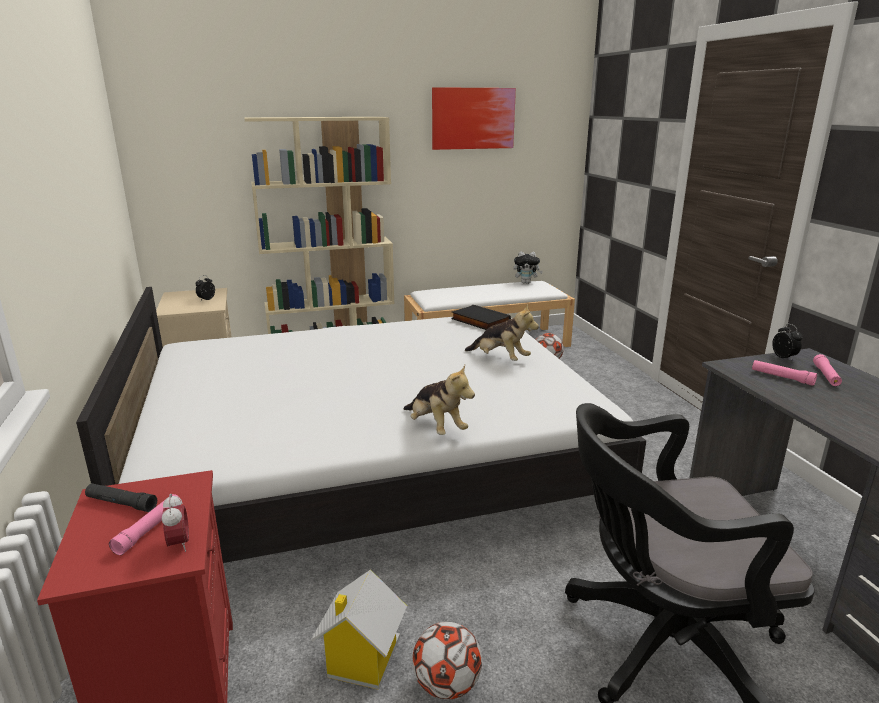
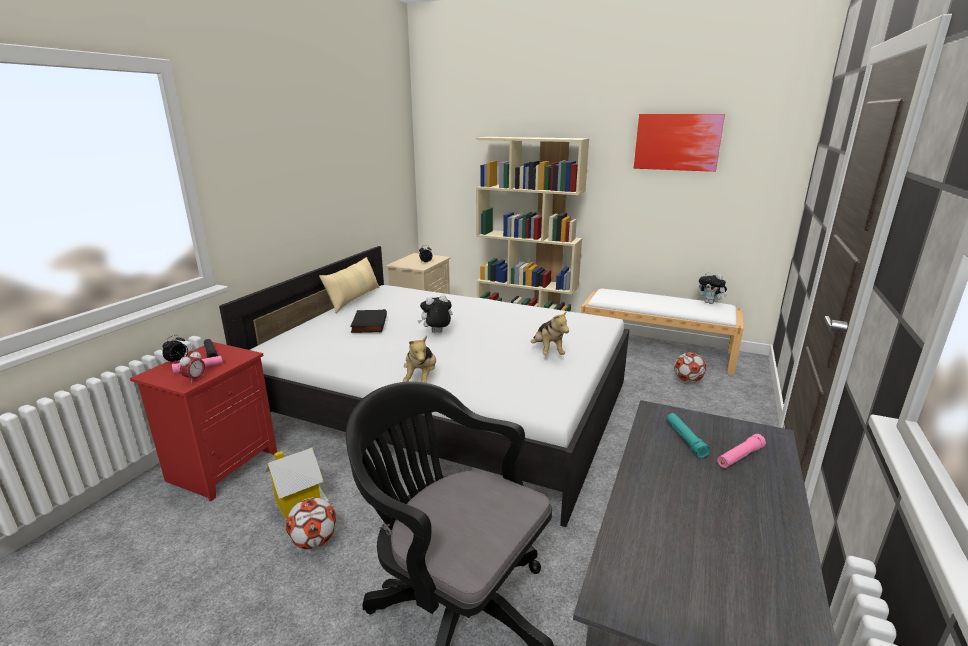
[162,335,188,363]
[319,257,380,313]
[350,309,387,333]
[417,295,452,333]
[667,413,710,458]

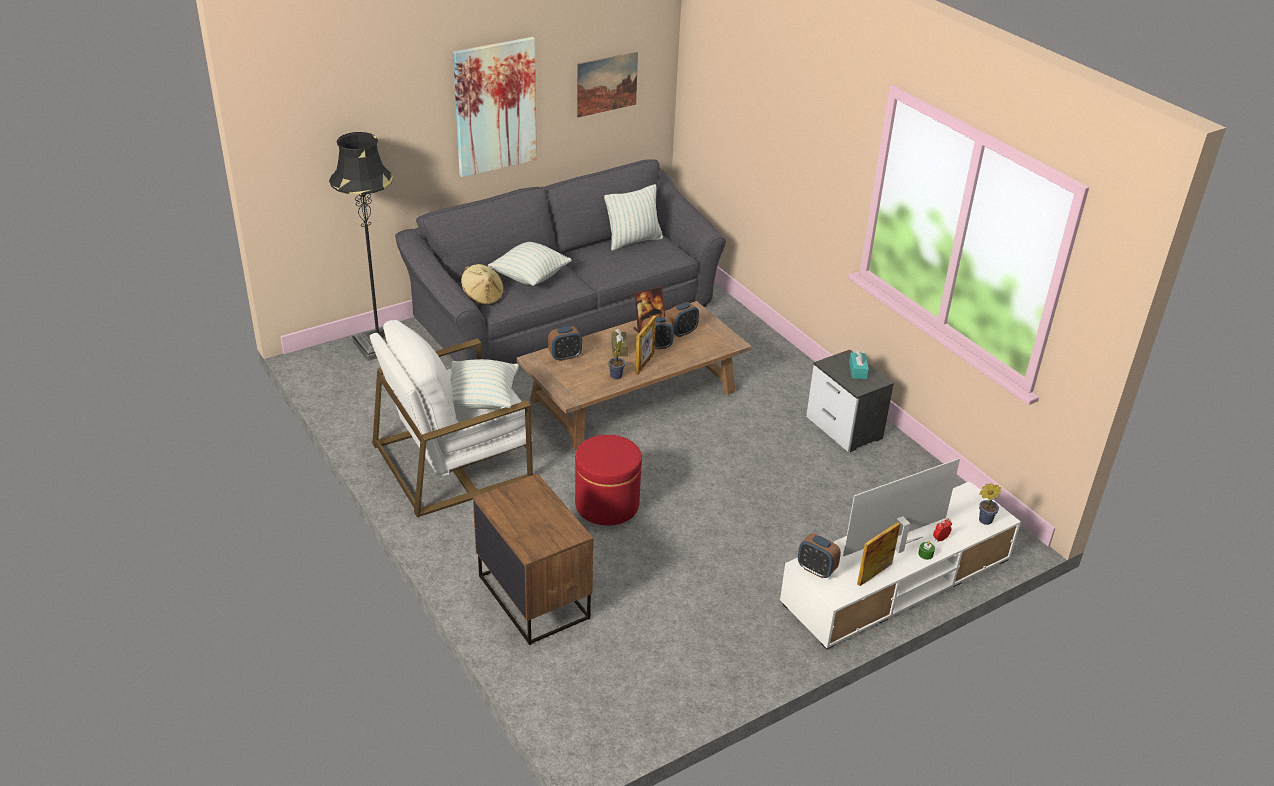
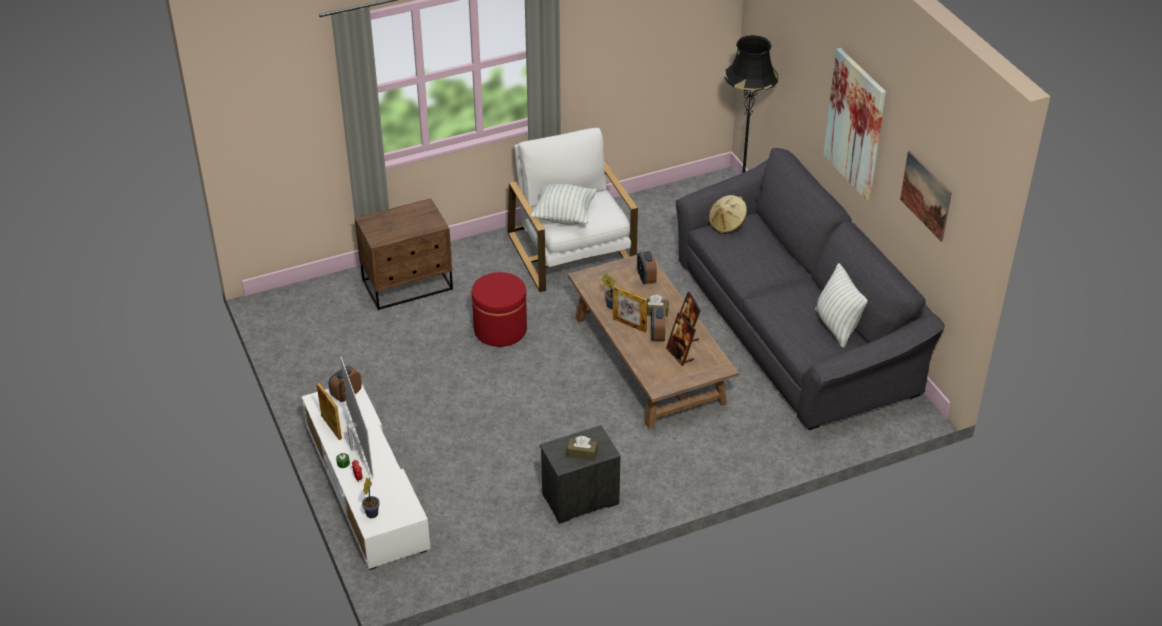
[567,436,598,461]
[666,312,696,366]
[488,242,572,286] (first image)

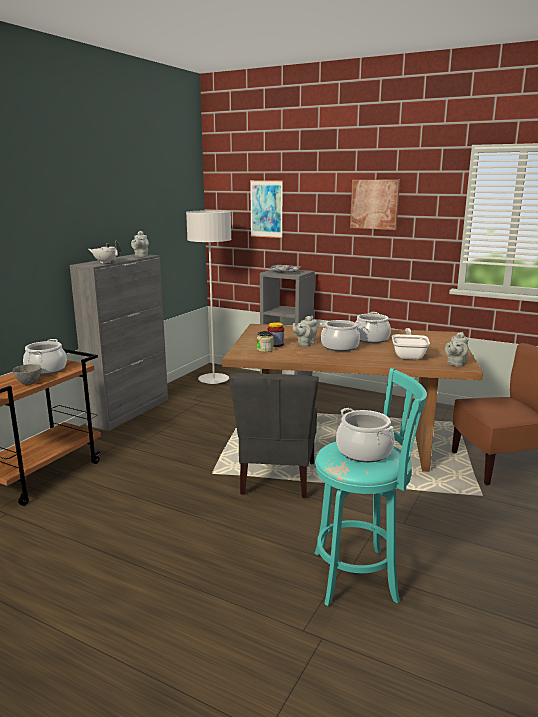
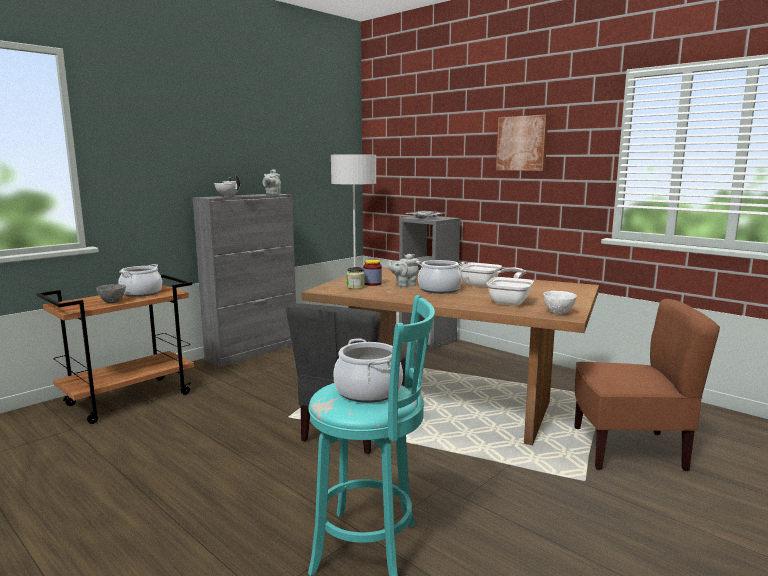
[459,263,526,287]
[543,291,577,314]
[250,180,283,238] (first image)

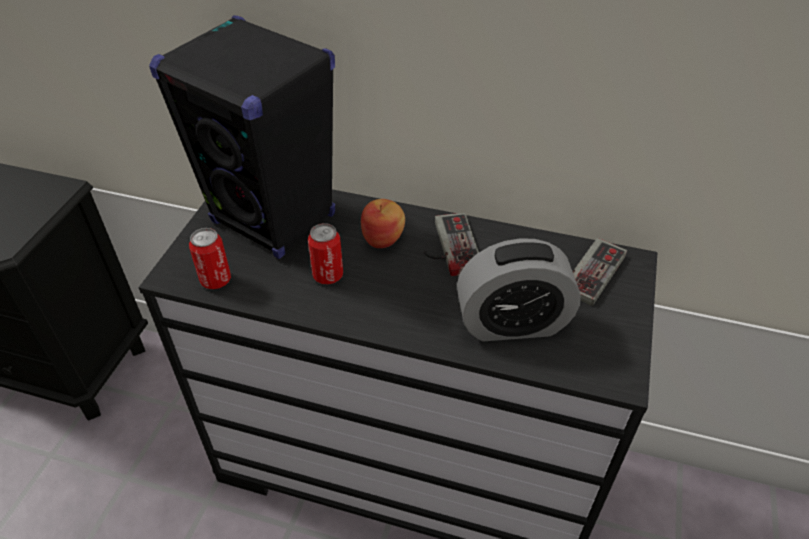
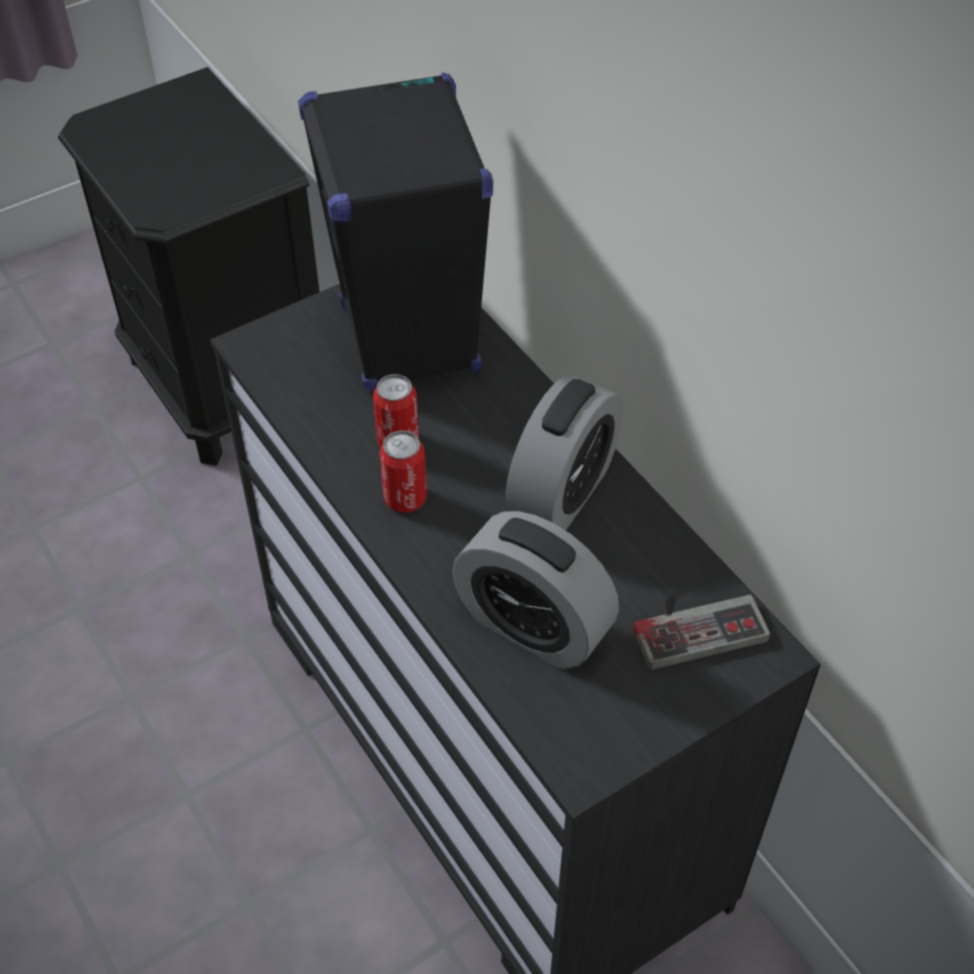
[380,431,427,513]
[506,375,624,531]
[361,199,405,248] (first image)

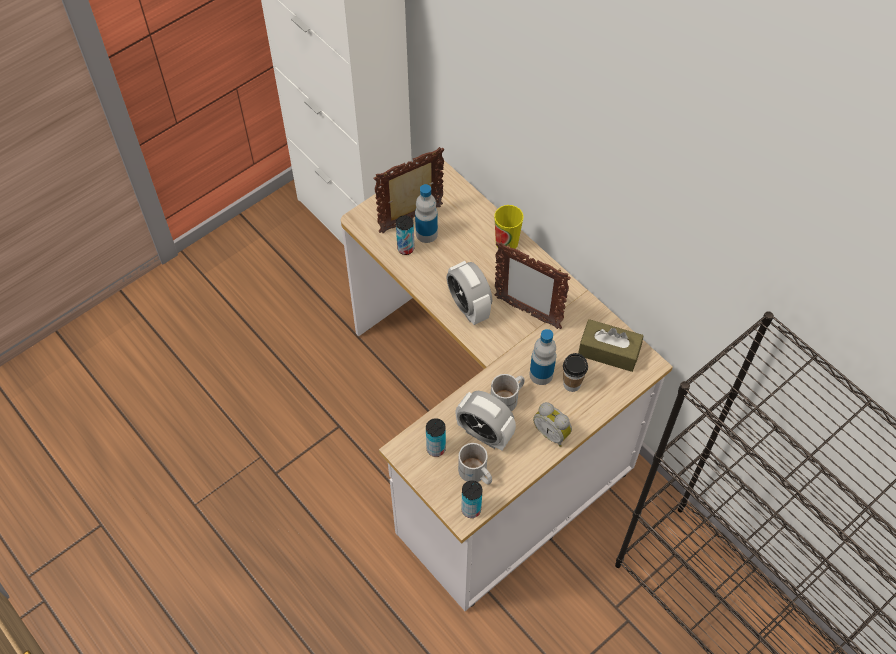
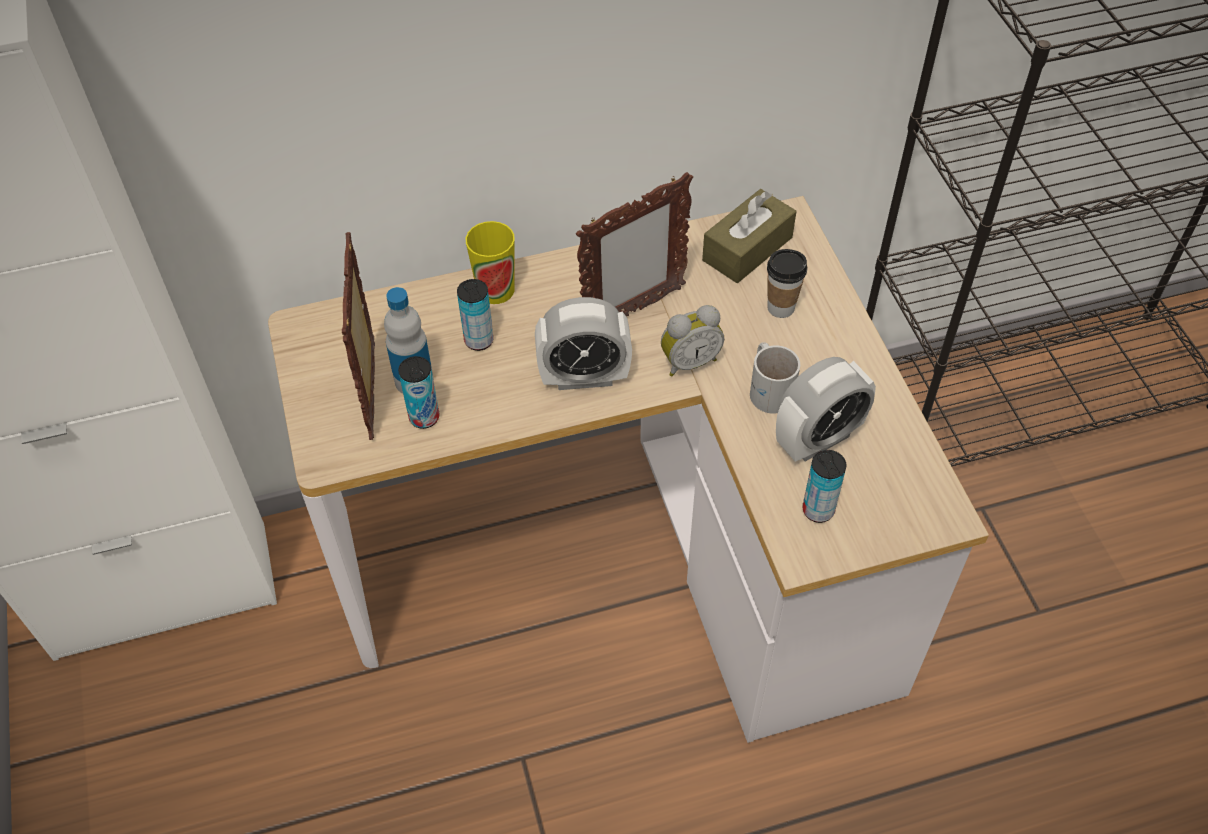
[457,279,494,351]
[661,305,724,376]
[458,443,492,485] (first image)
[529,329,556,385] (first image)

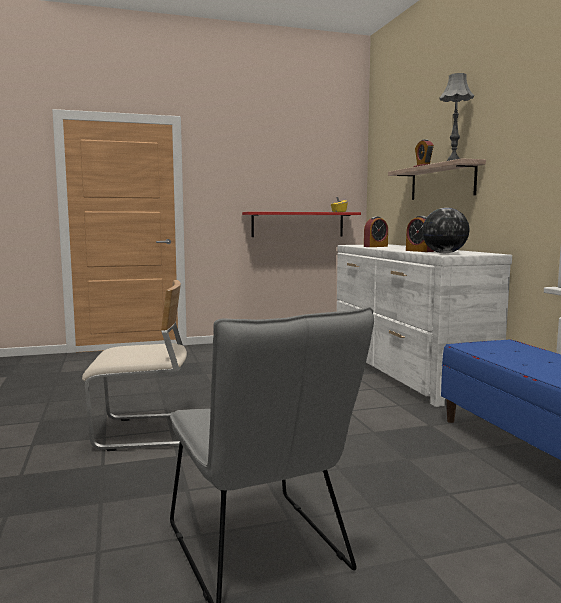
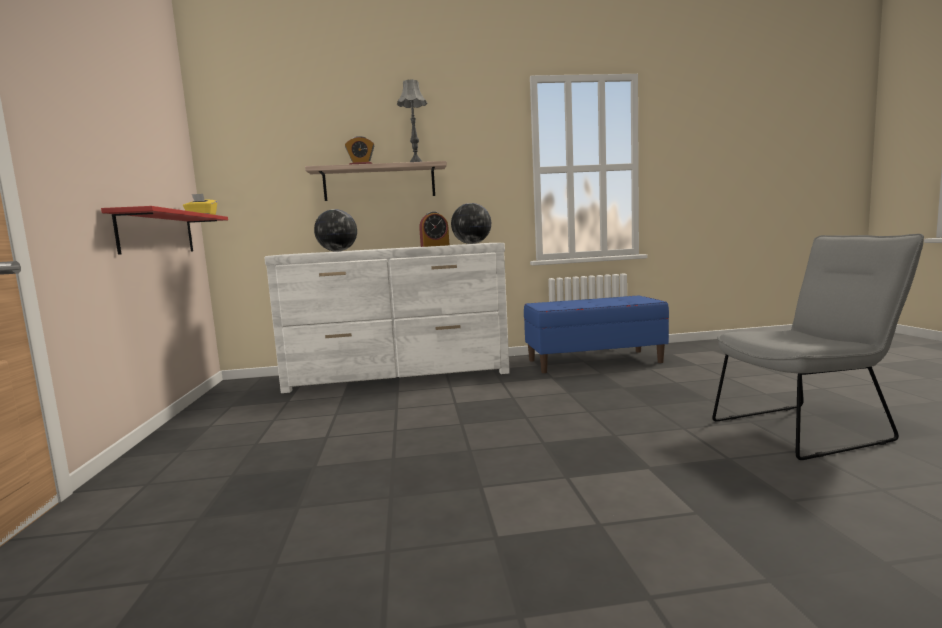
[314,209,357,252]
[82,280,187,451] (first image)

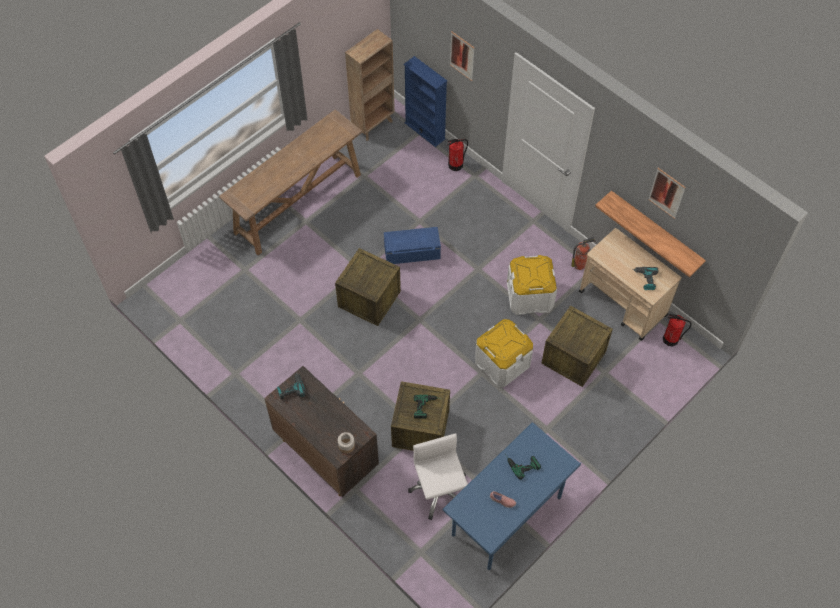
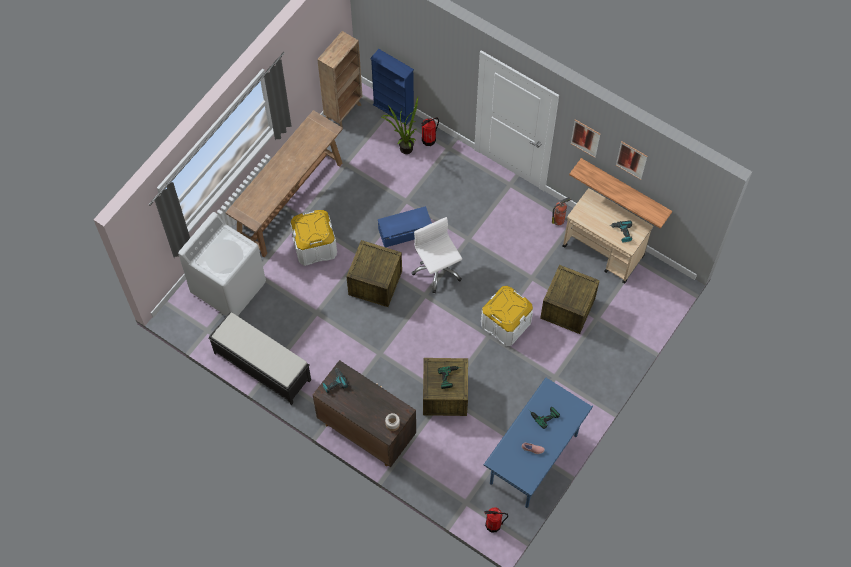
[178,212,266,316]
[208,313,311,405]
[290,210,337,266]
[382,97,418,154]
[412,217,462,293]
[485,508,508,532]
[571,119,600,158]

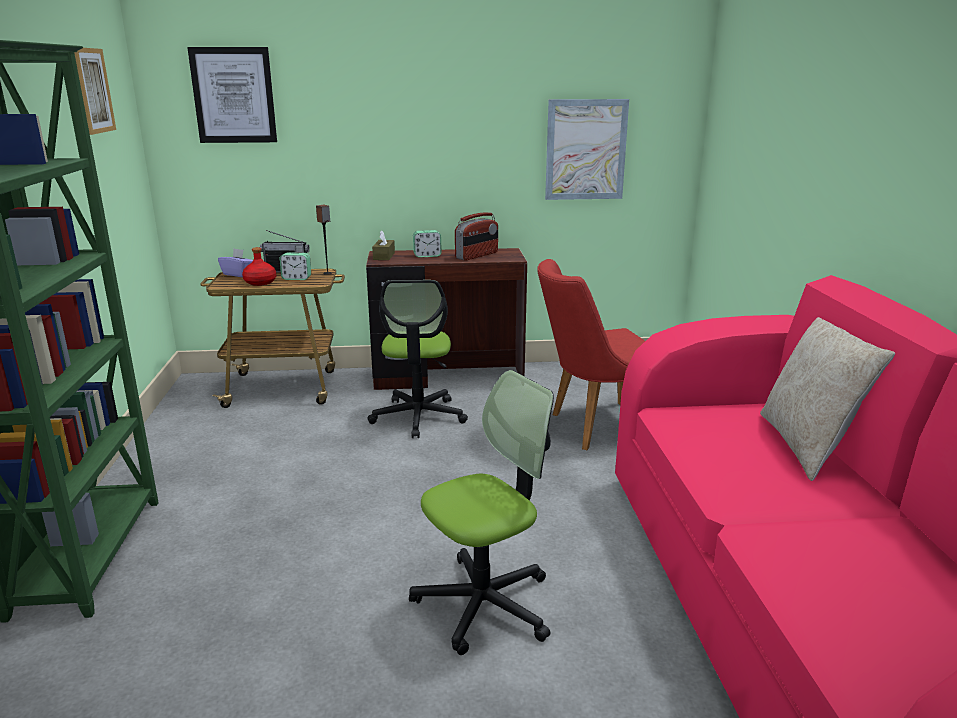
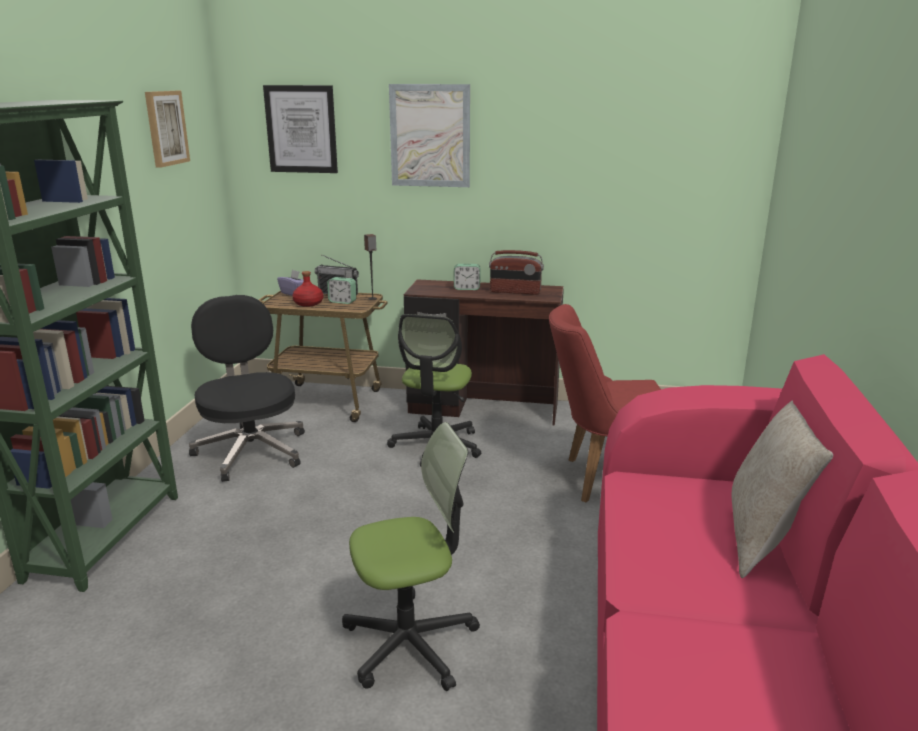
[189,295,305,482]
[389,84,470,187]
[489,250,544,295]
[372,230,395,260] (first image)

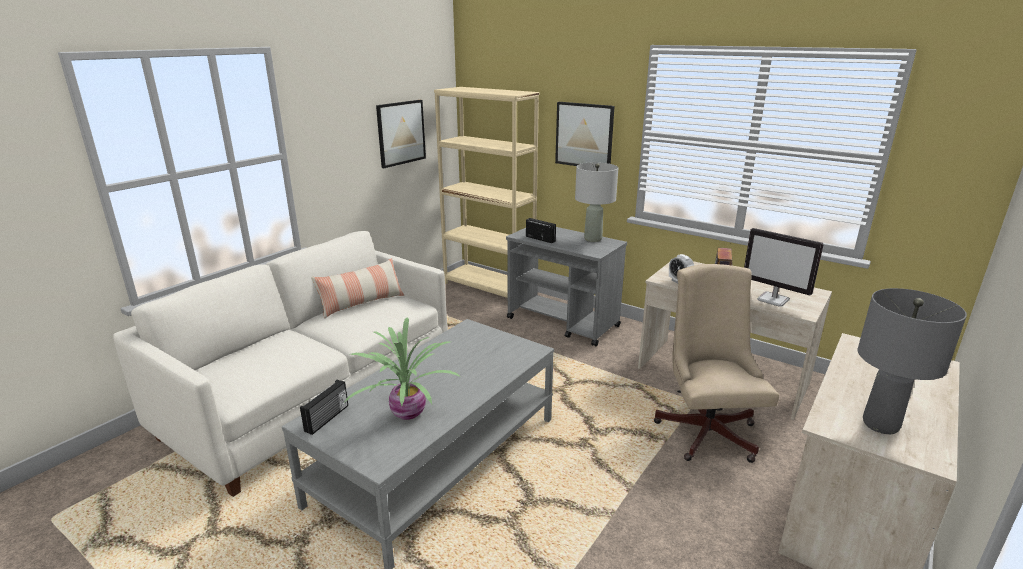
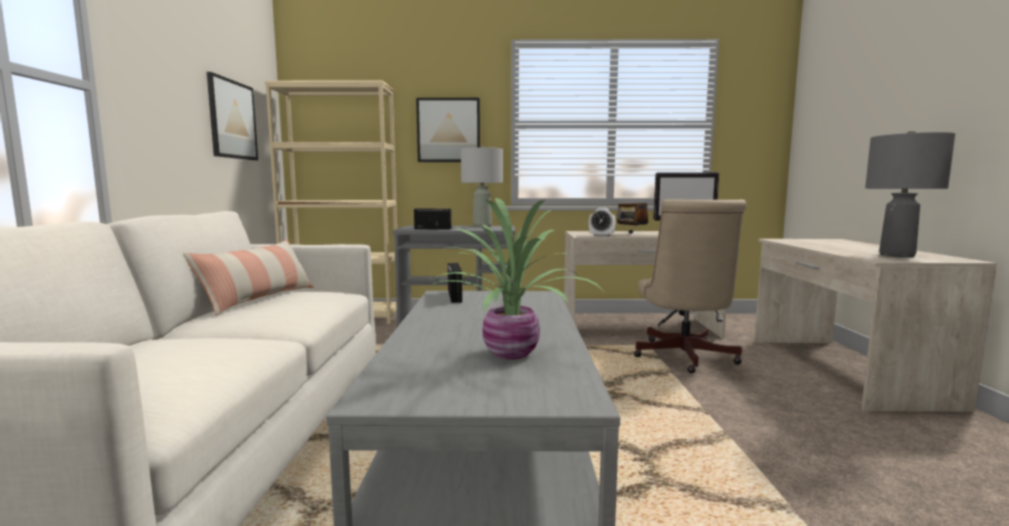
[448,263,462,303]
[634,199,746,373]

